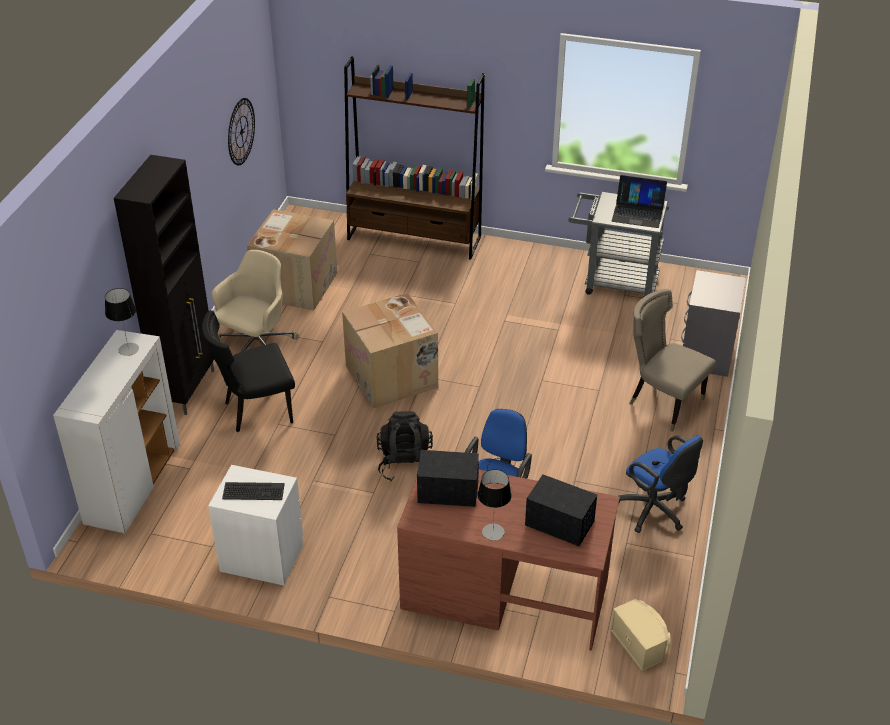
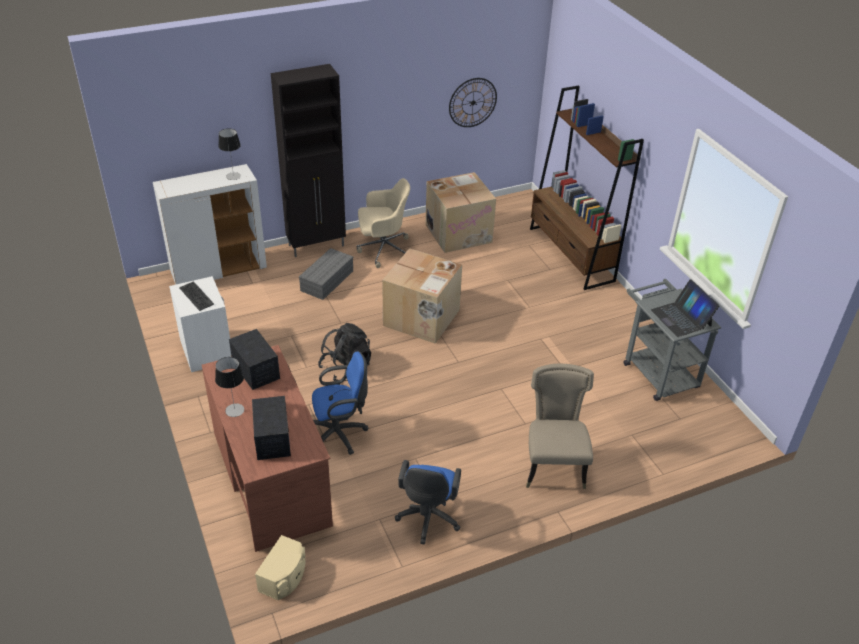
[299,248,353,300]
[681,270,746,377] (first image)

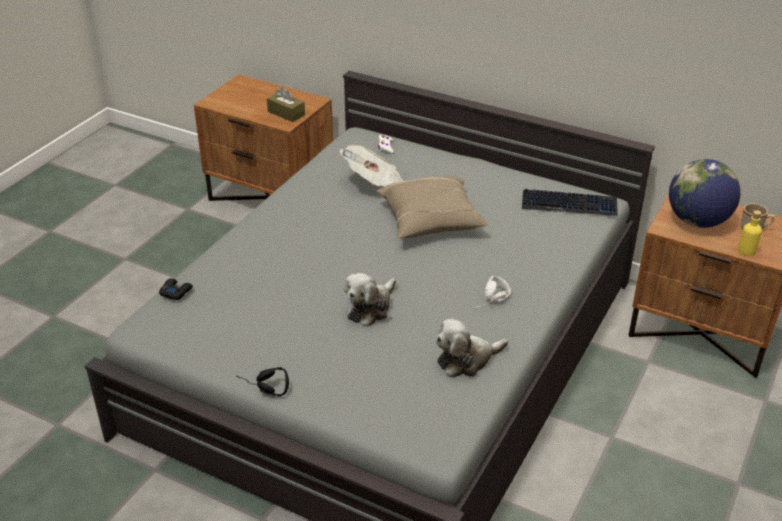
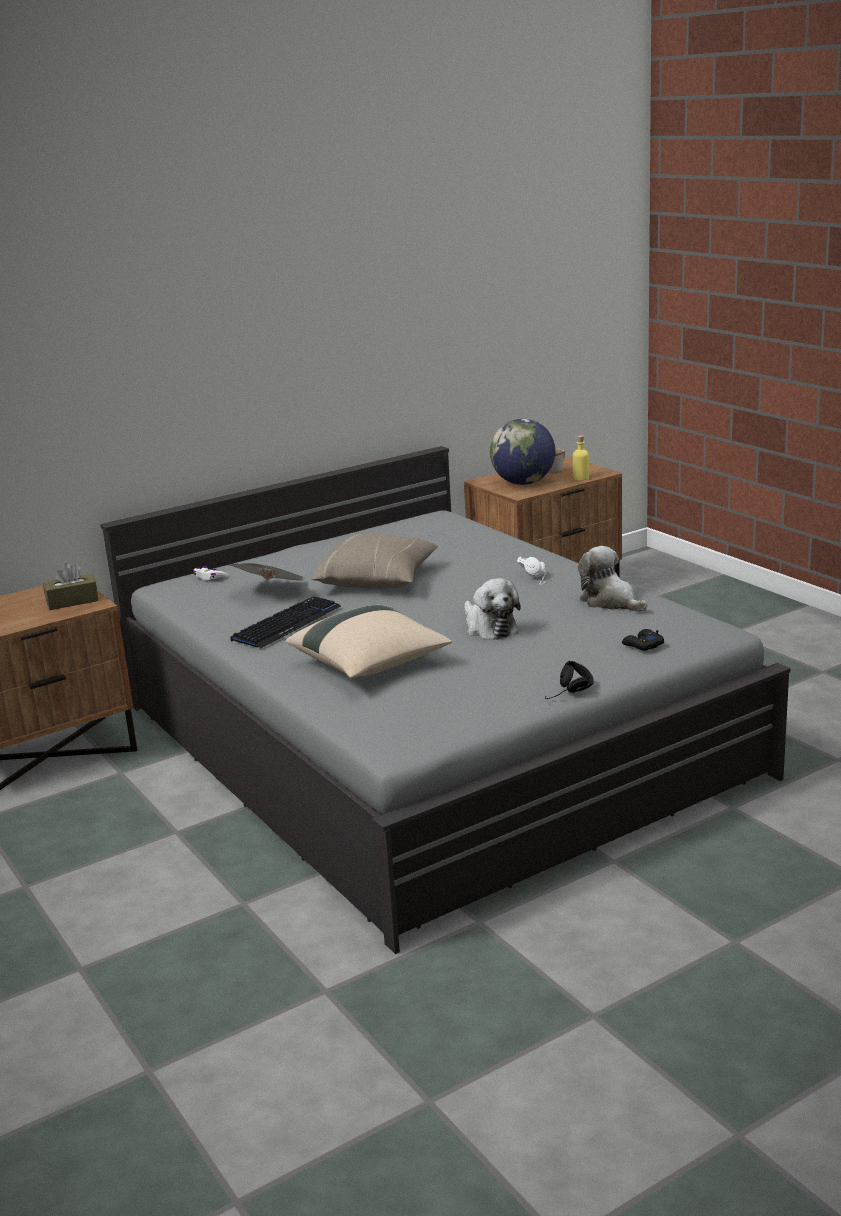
[230,596,341,648]
[285,605,452,679]
[578,546,647,612]
[622,629,664,651]

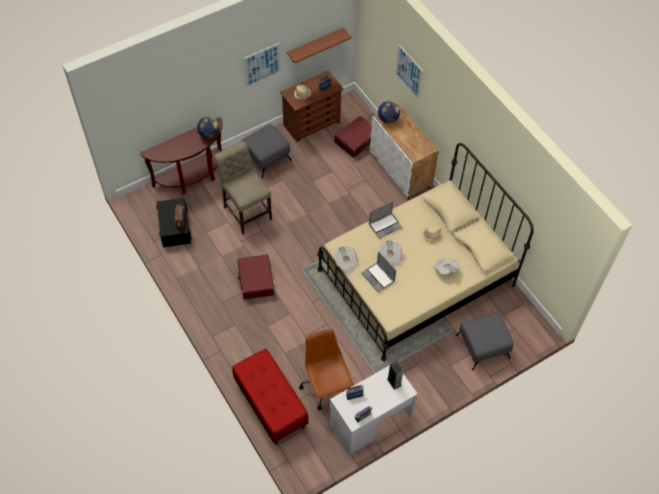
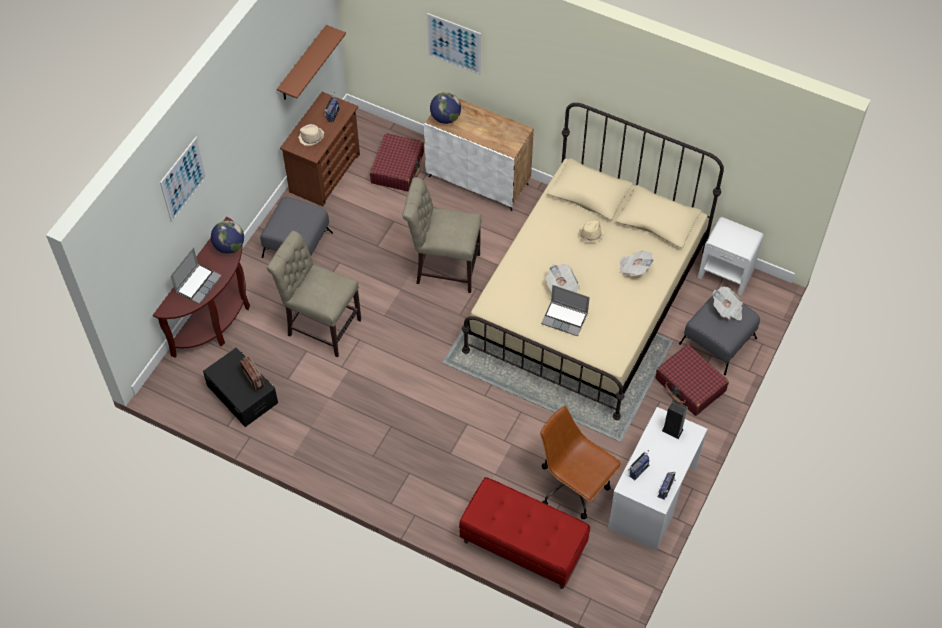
[160,137,207,222]
[171,247,222,304]
[402,177,482,293]
[656,344,729,416]
[698,217,764,295]
[713,287,743,321]

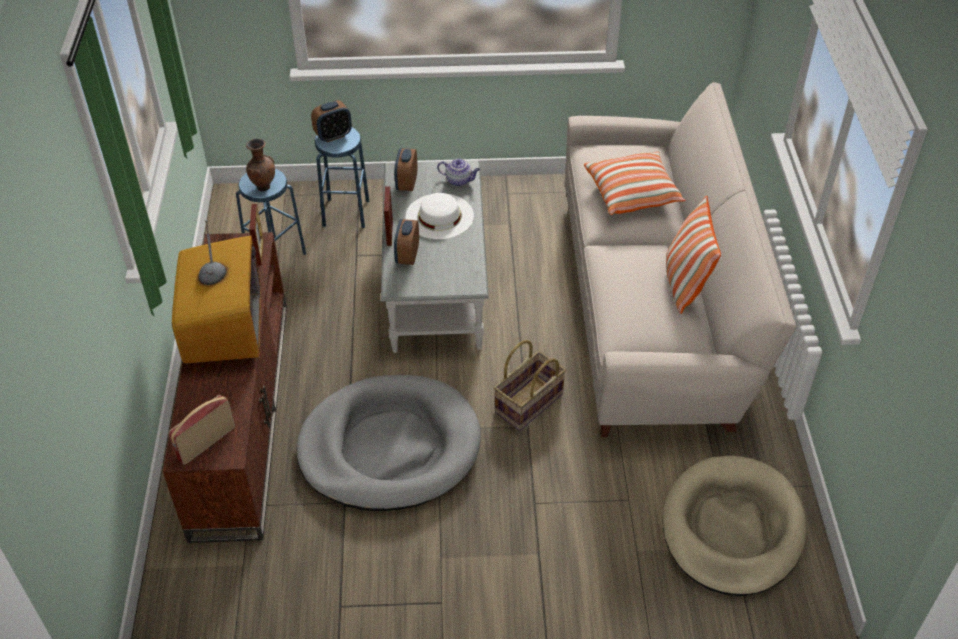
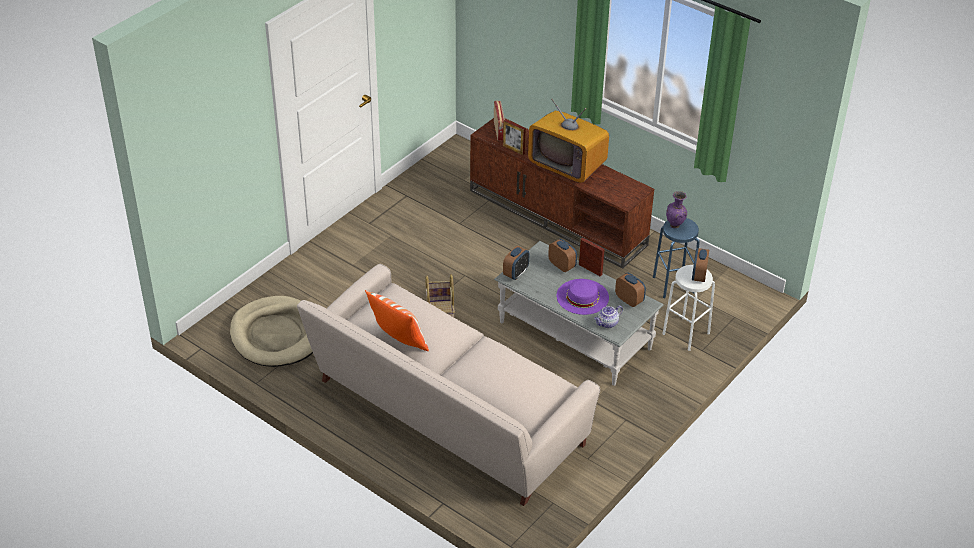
[503,119,526,155]
[503,246,530,280]
[557,279,609,315]
[662,265,715,351]
[666,191,687,229]
[297,375,481,511] (first image)
[584,152,685,215] (first image)

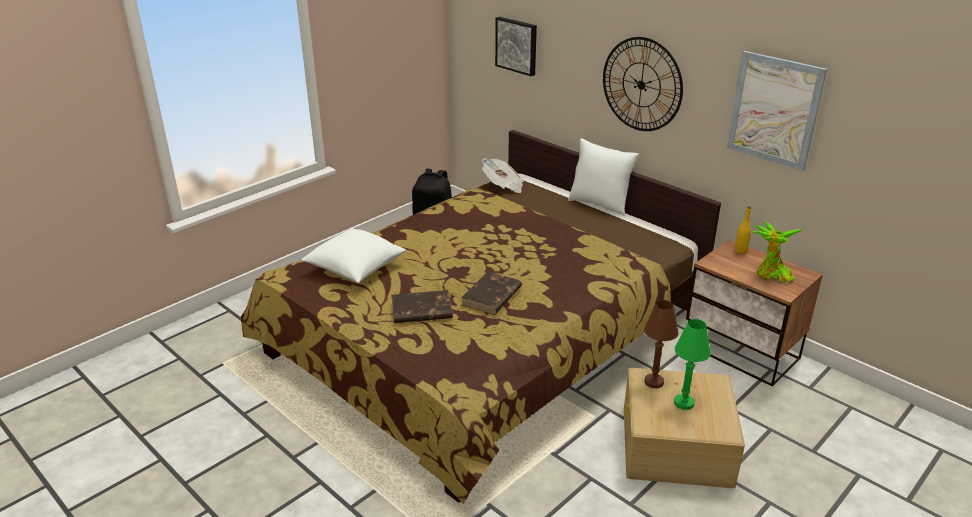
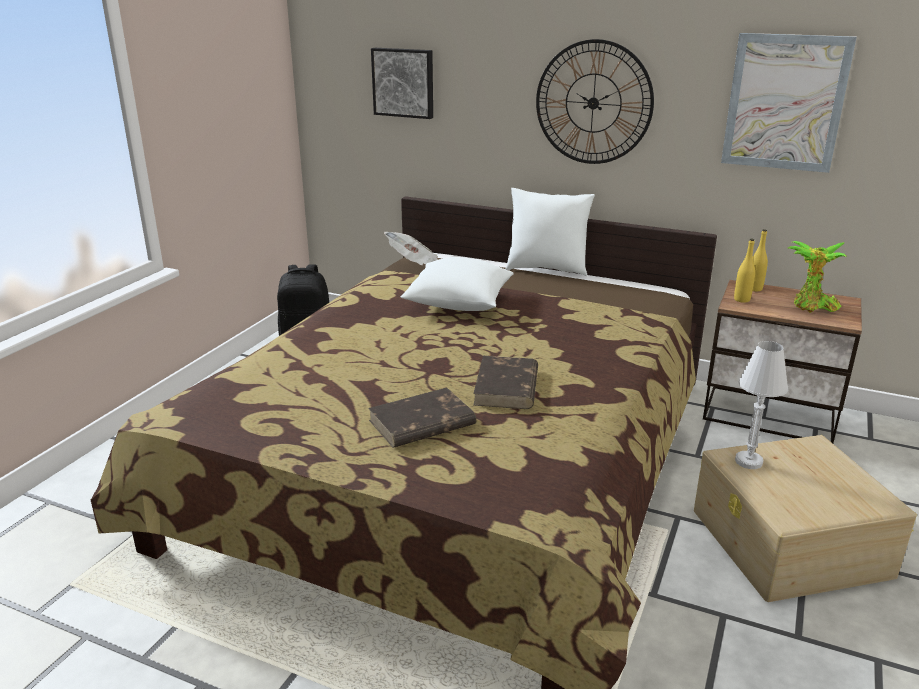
[401,257,514,311]
[734,239,755,303]
[735,341,788,469]
[674,319,711,410] (first image)

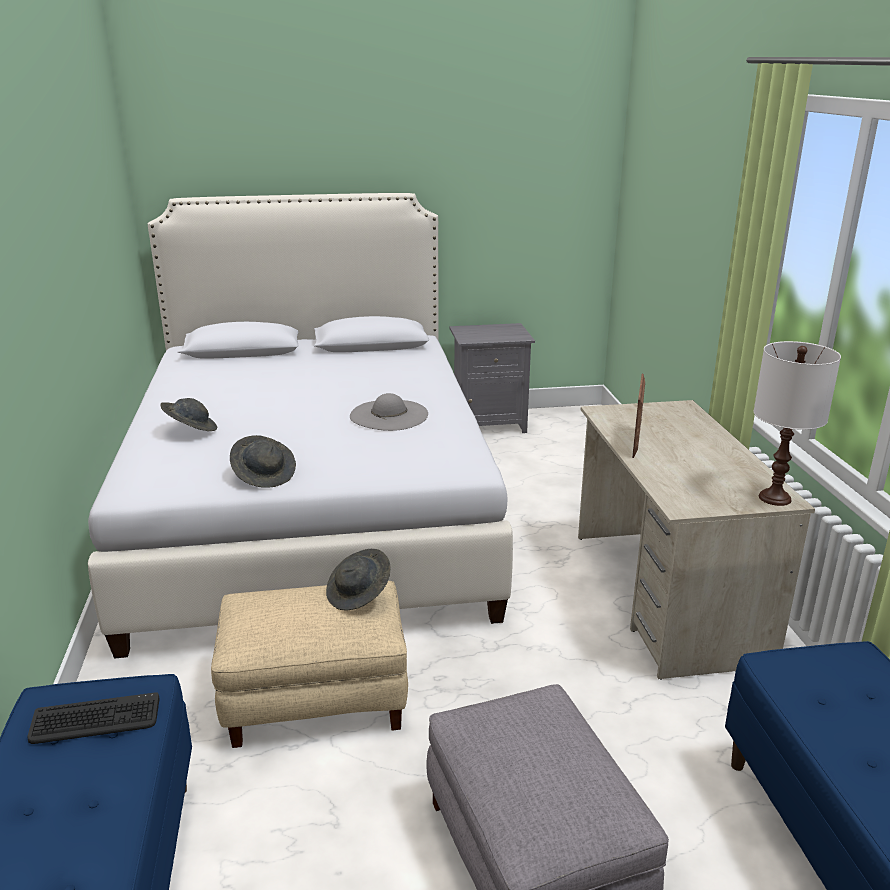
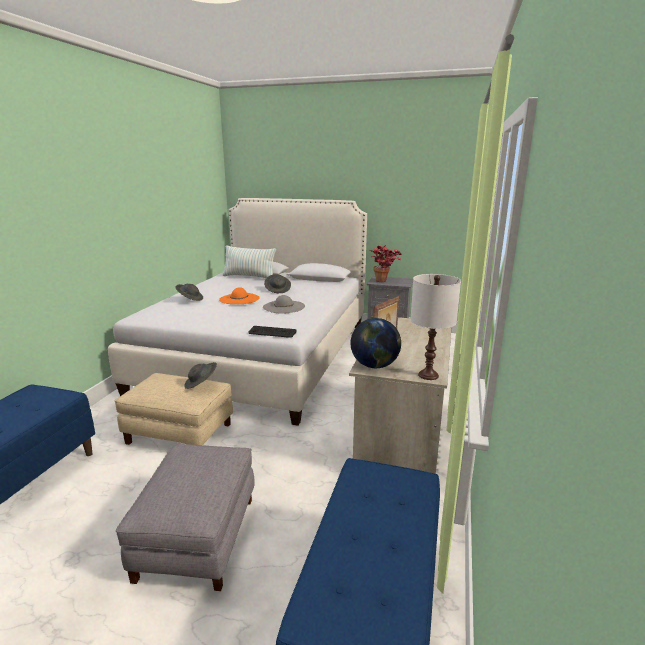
[219,287,260,304]
[223,245,276,278]
[248,326,296,338]
[264,275,291,293]
[350,318,401,368]
[370,245,402,282]

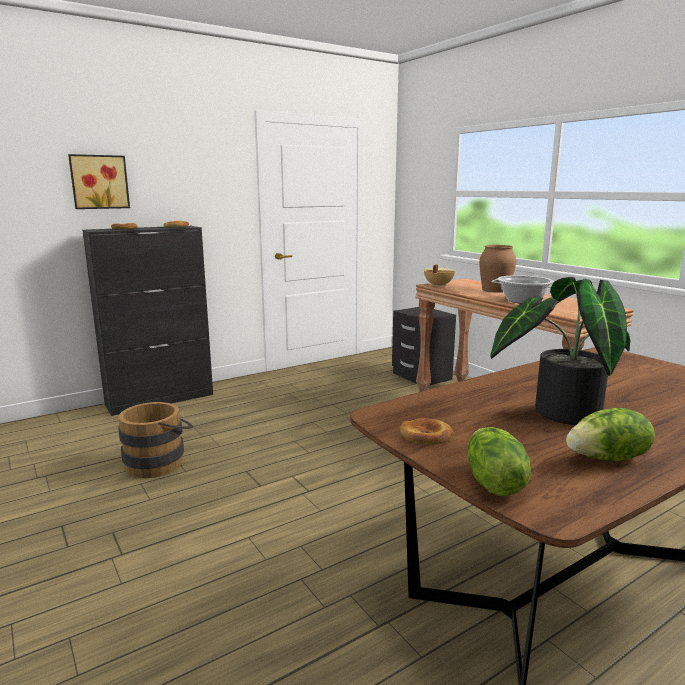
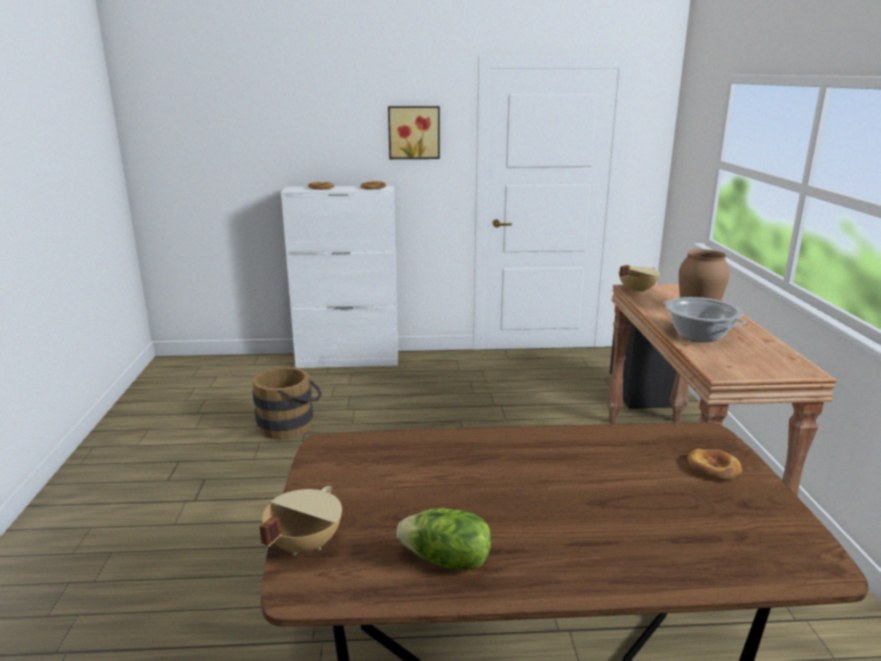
[260,486,342,556]
[281,186,398,368]
[388,106,440,159]
[688,449,742,480]
[490,277,630,425] (first image)

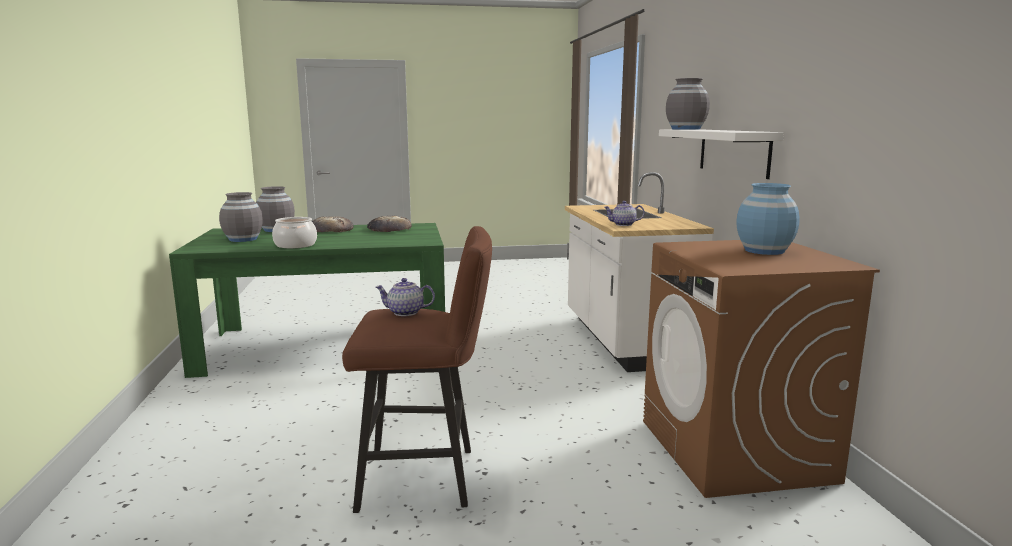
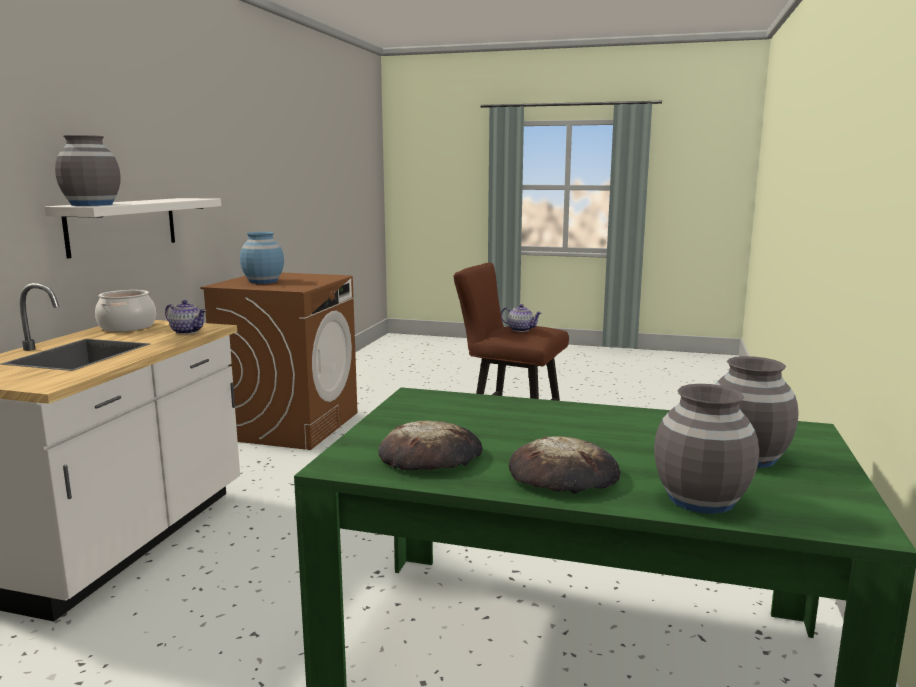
[95,290,156,332]

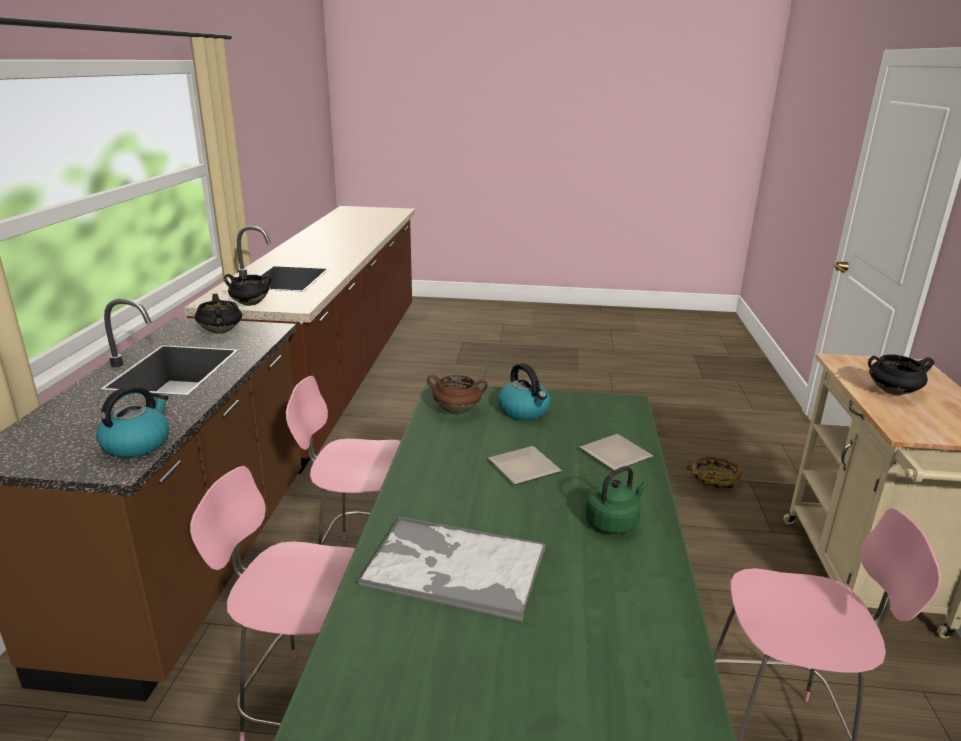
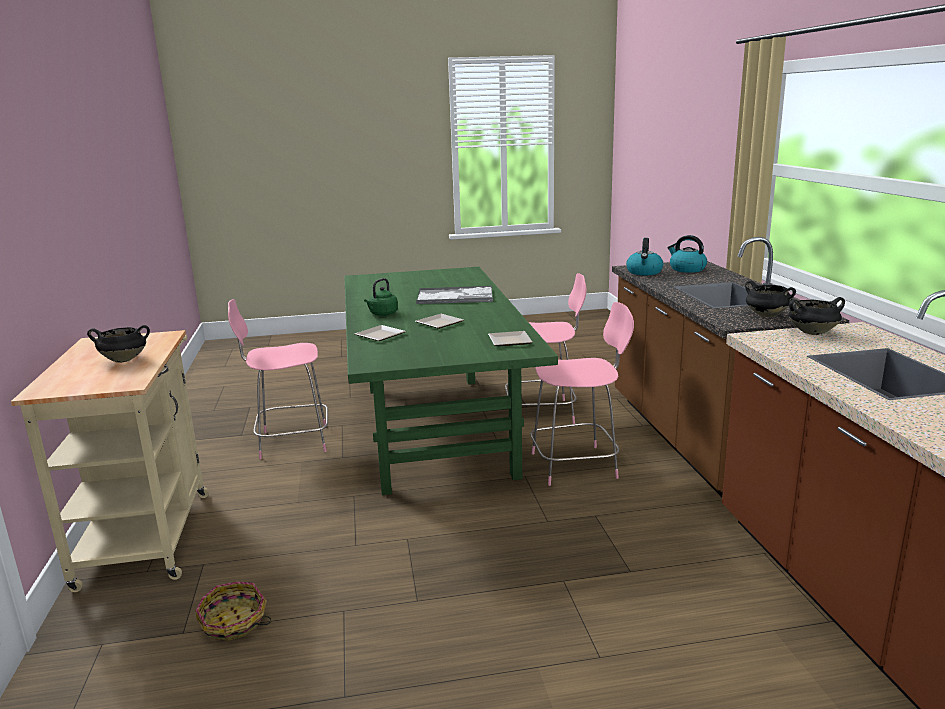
[488,331,533,346]
[668,235,707,273]

